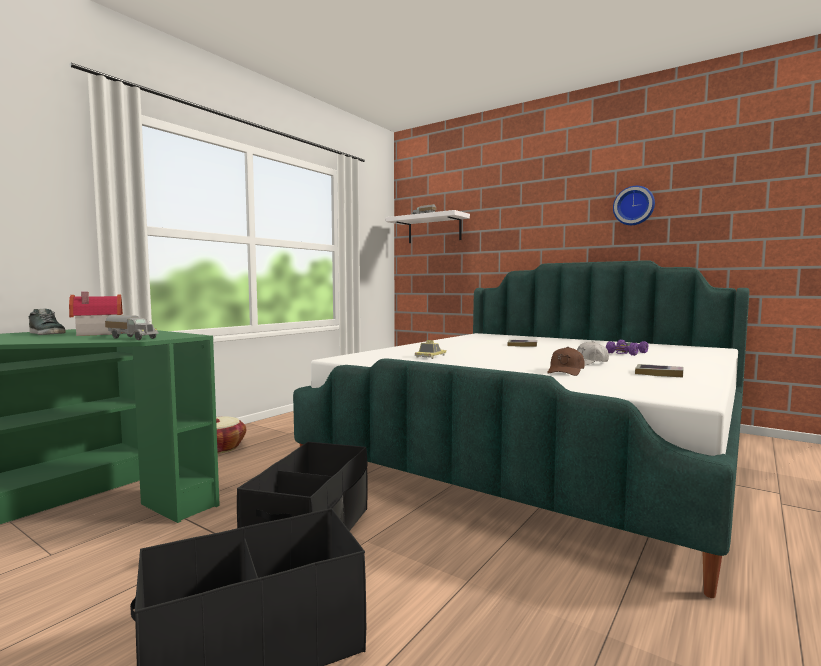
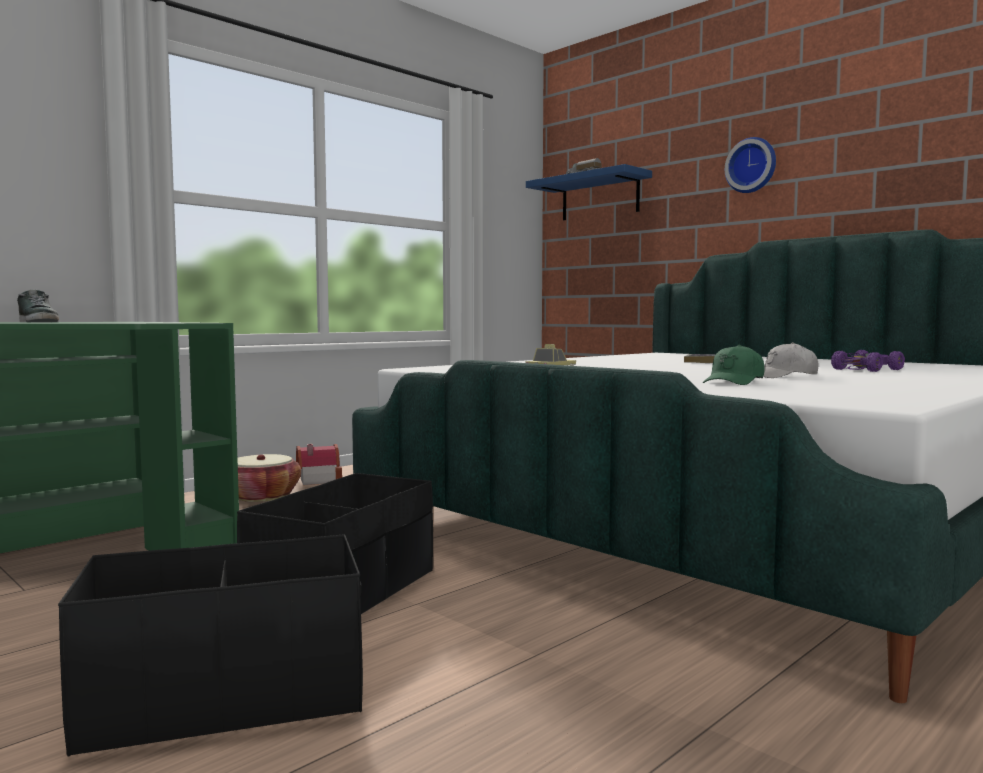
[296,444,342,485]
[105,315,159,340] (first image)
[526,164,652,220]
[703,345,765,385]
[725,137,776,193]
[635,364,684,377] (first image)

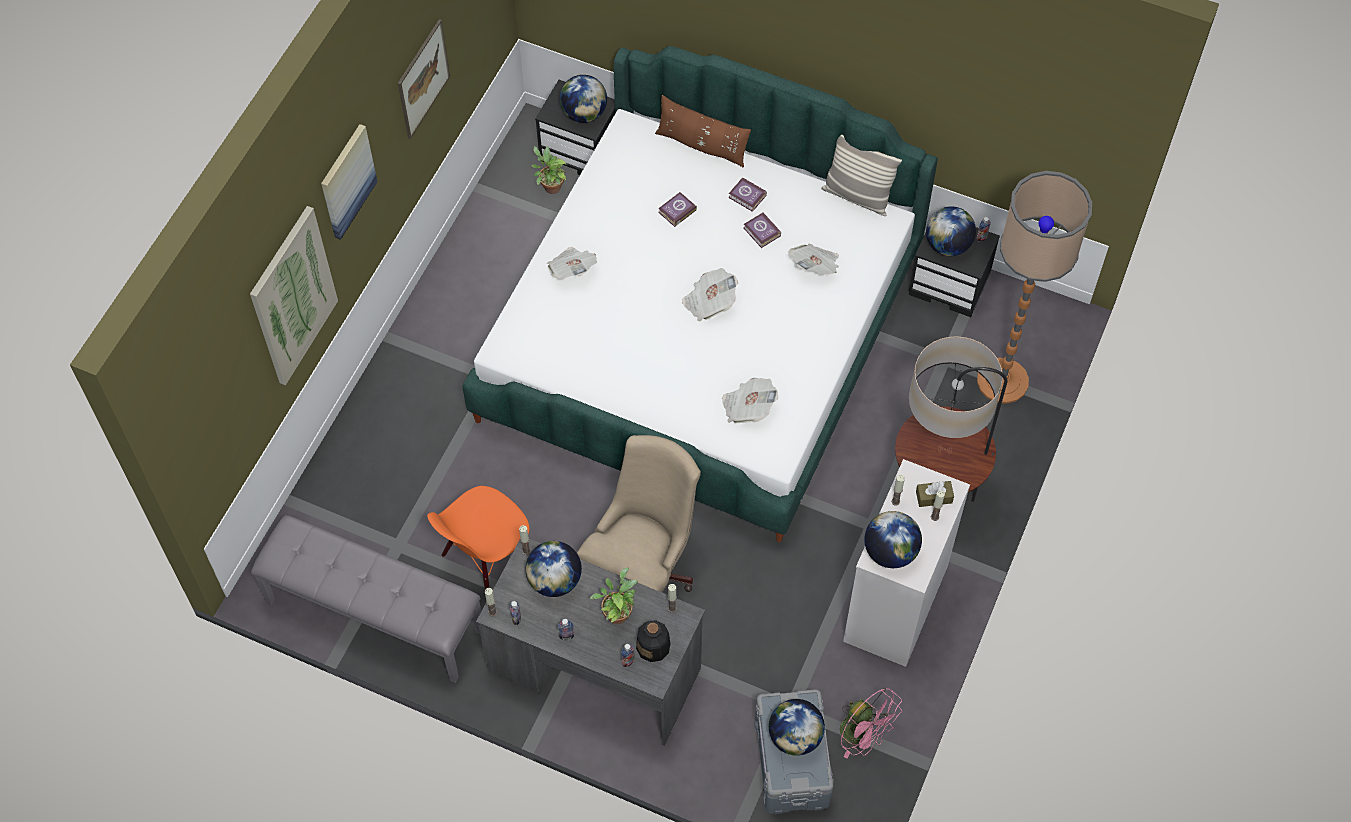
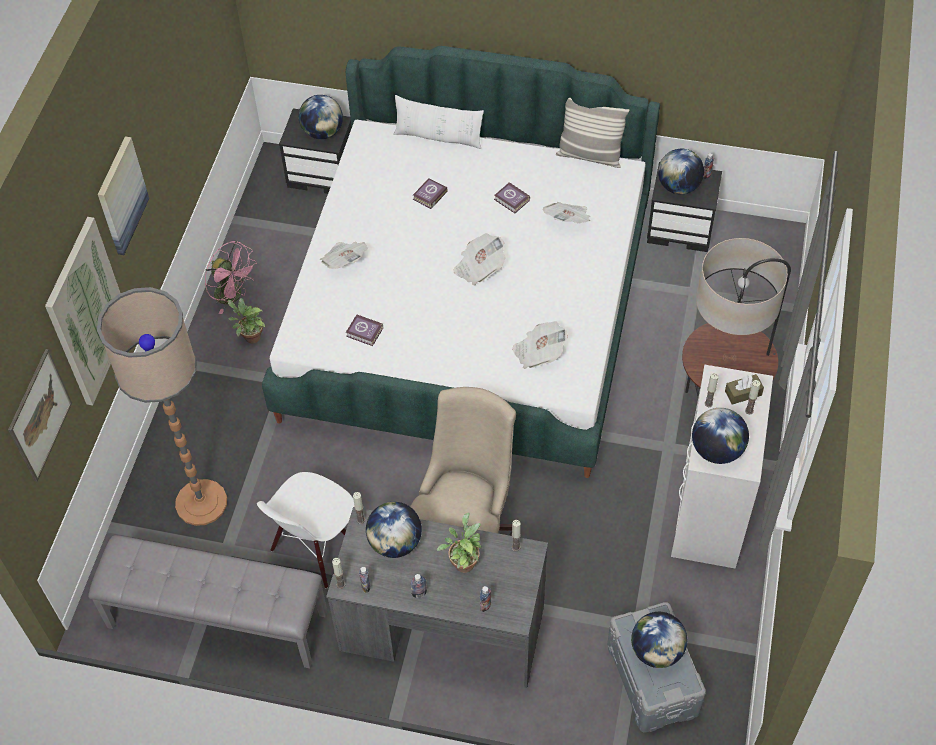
[8,349,72,482]
[257,472,354,589]
[228,298,265,343]
[636,620,670,662] (first image)
[394,95,484,149]
[346,314,383,346]
[205,241,257,314]
[97,287,227,526]

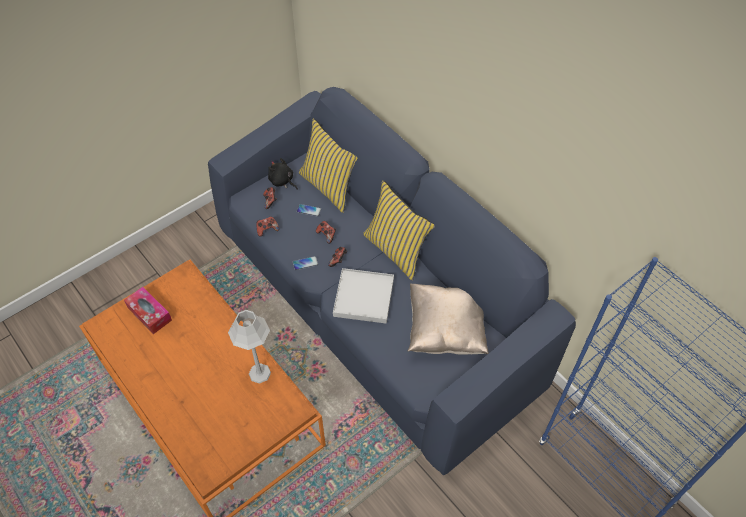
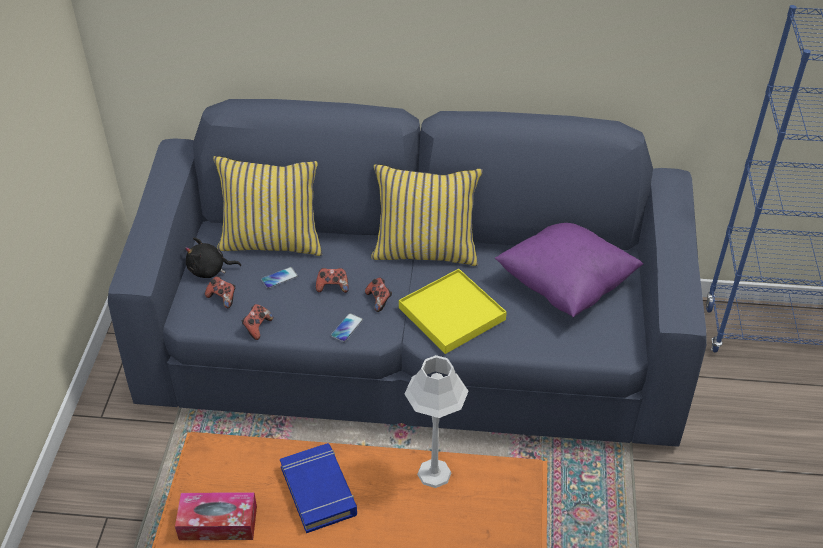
[399,269,507,354]
[495,223,643,317]
[280,443,357,533]

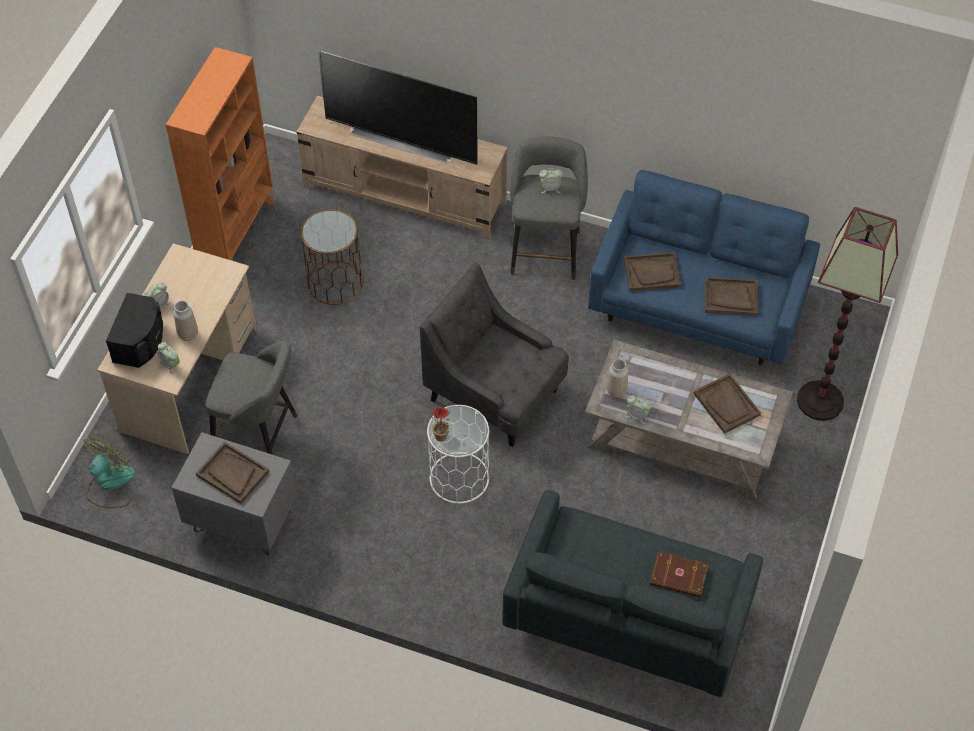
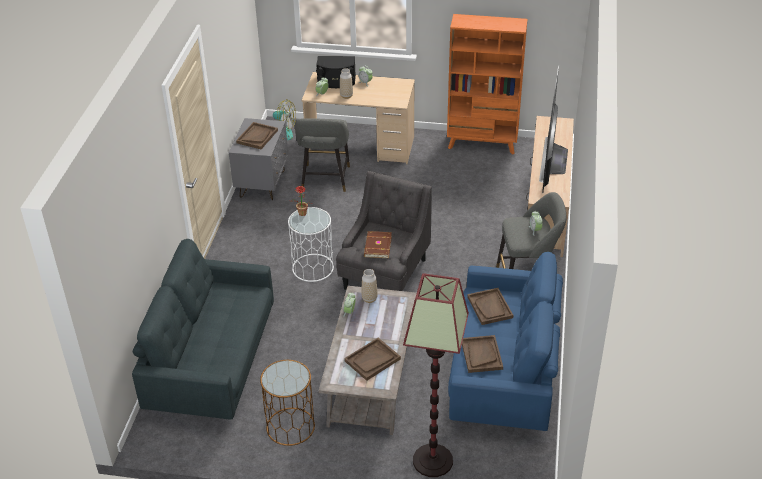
[260,360,315,446]
[364,231,392,258]

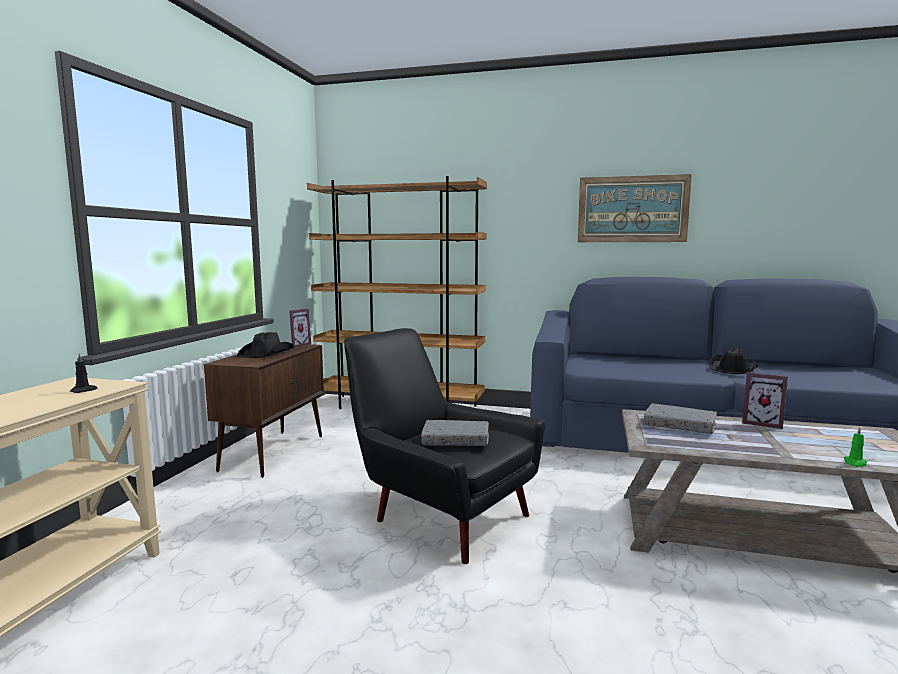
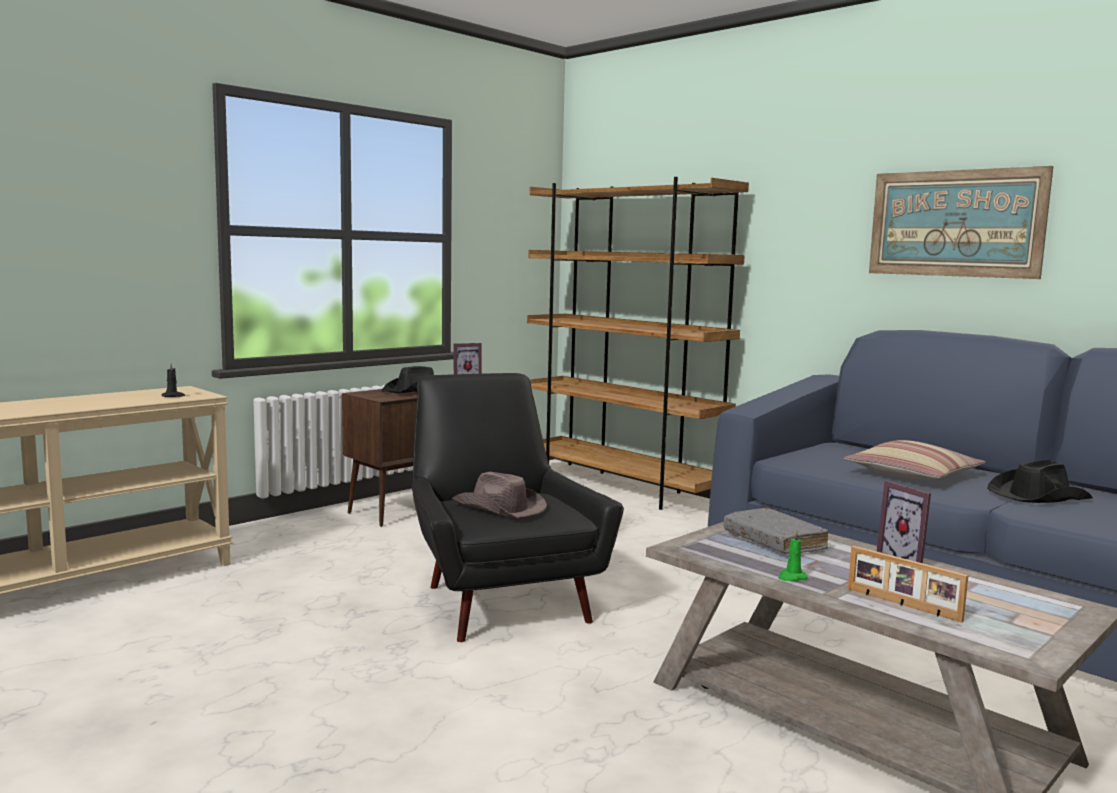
[452,472,547,518]
[779,529,808,581]
[844,440,985,480]
[848,546,968,623]

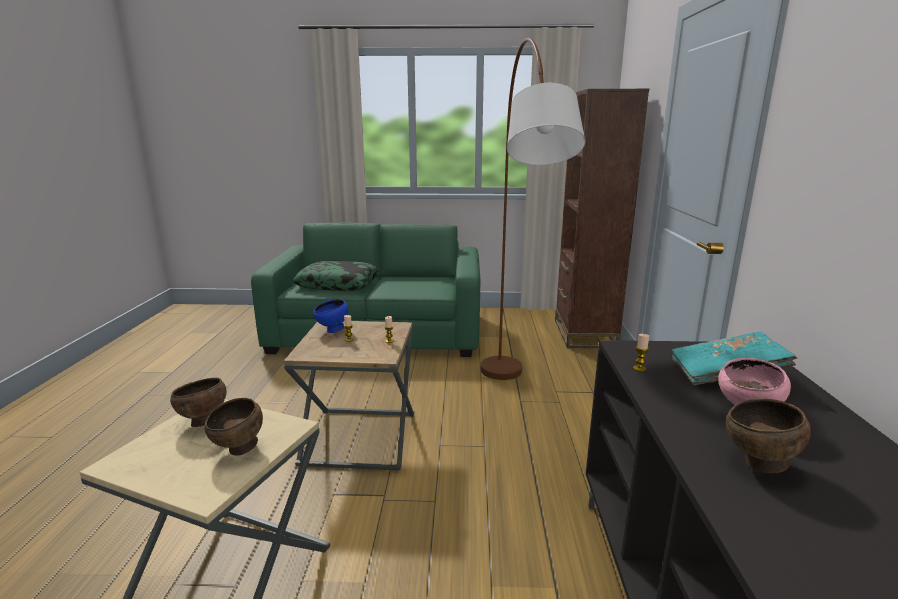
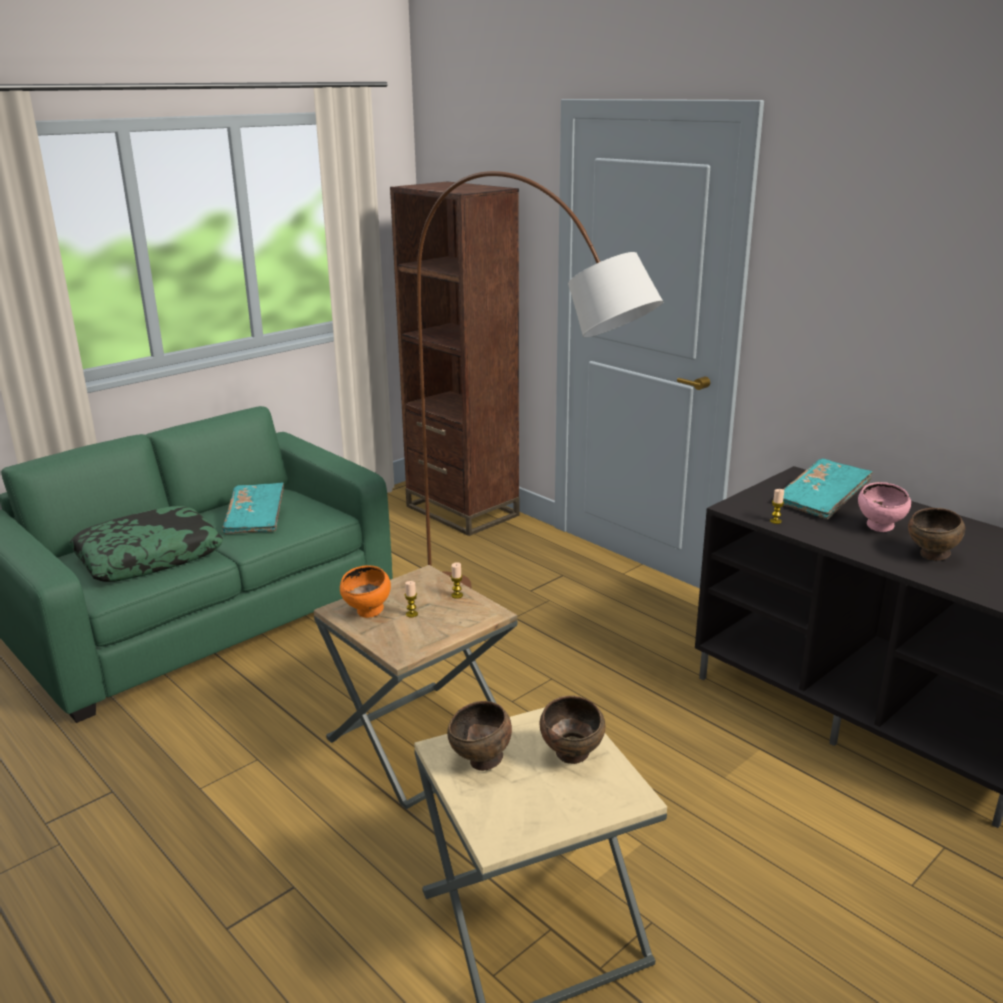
[340,565,391,618]
[222,482,284,534]

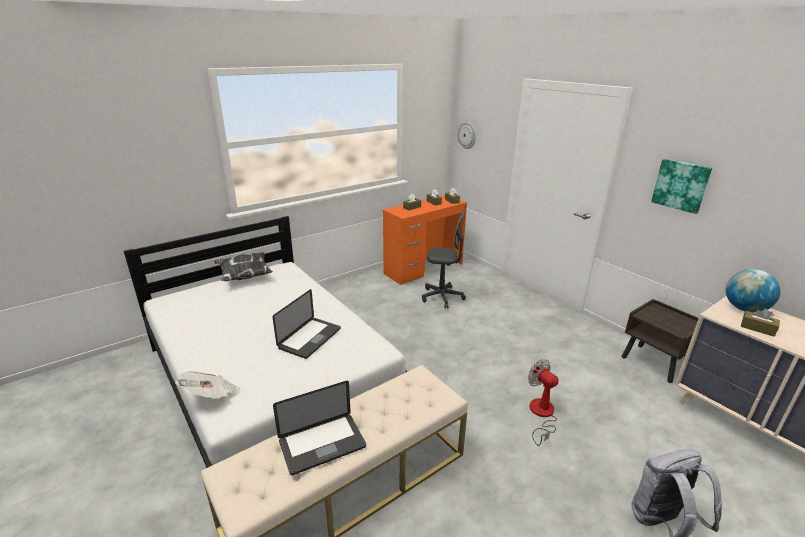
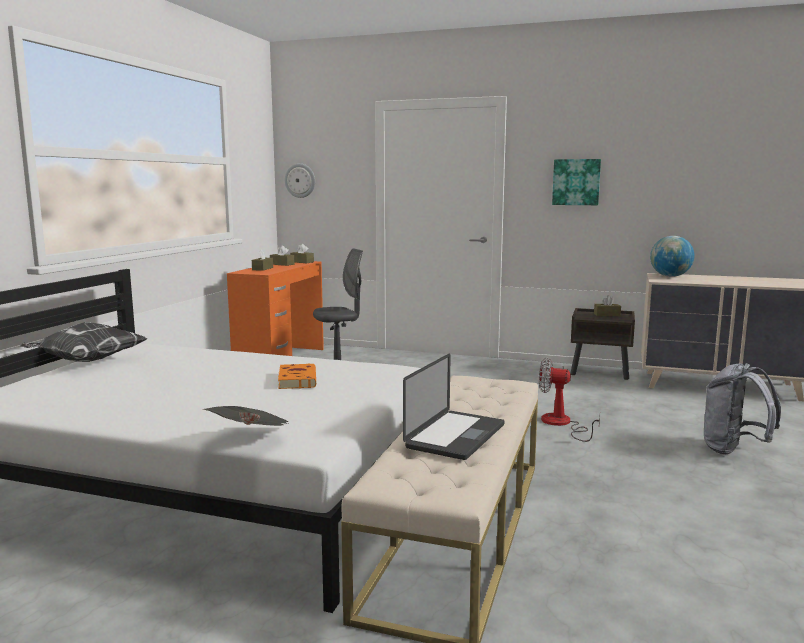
[278,364,316,389]
[594,295,621,316]

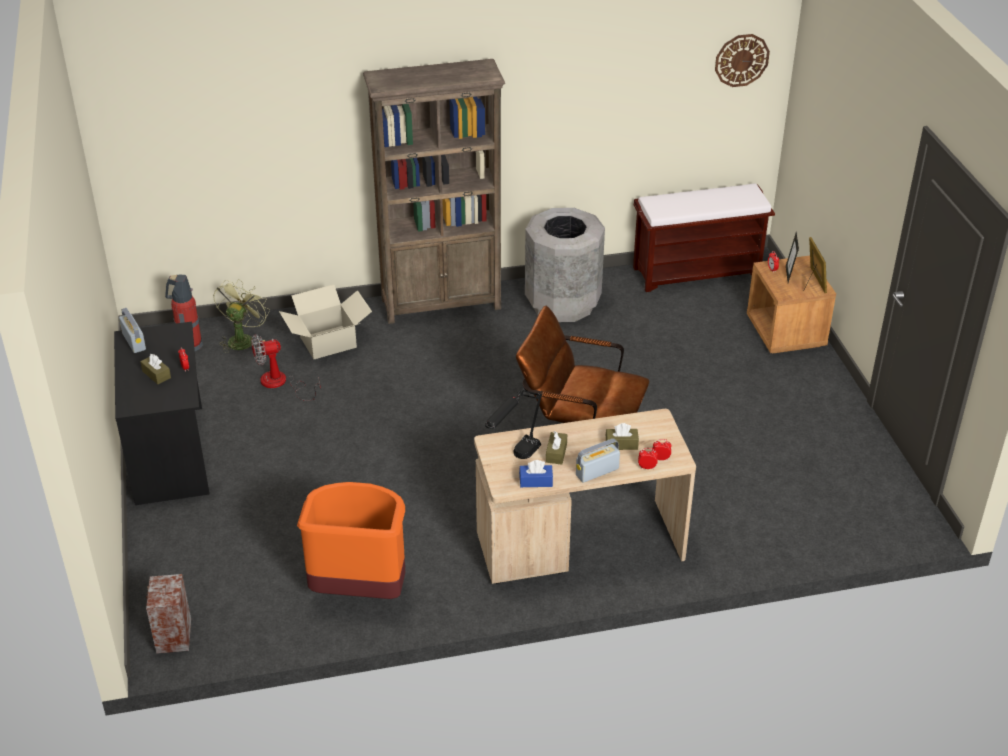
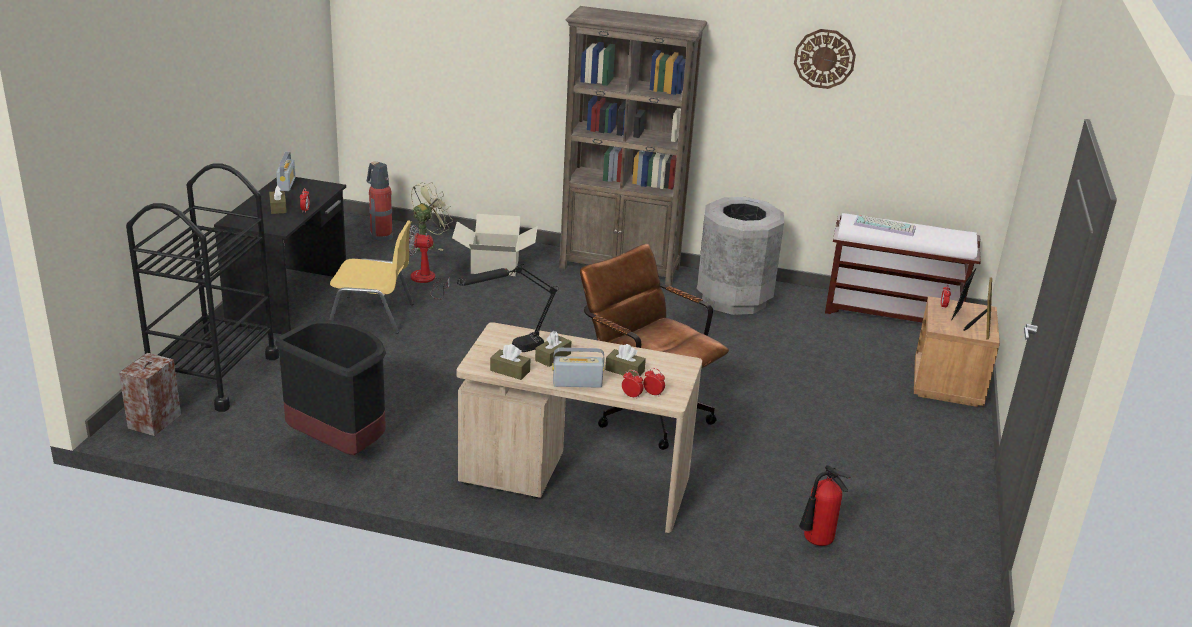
[275,320,386,455]
[490,344,530,380]
[794,29,856,89]
[126,163,279,412]
[329,220,414,334]
[799,465,851,546]
[854,215,916,236]

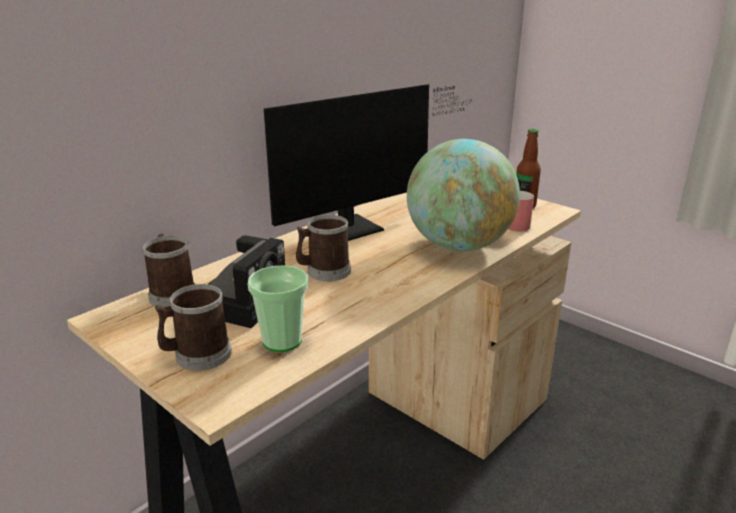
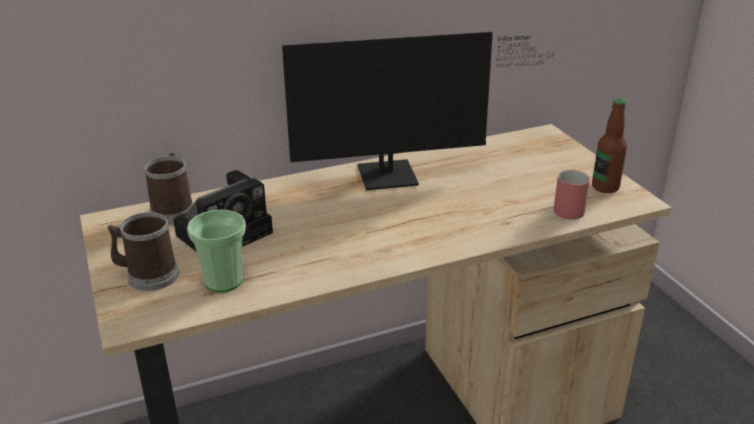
[296,215,351,281] (first image)
[407,139,520,251] (first image)

